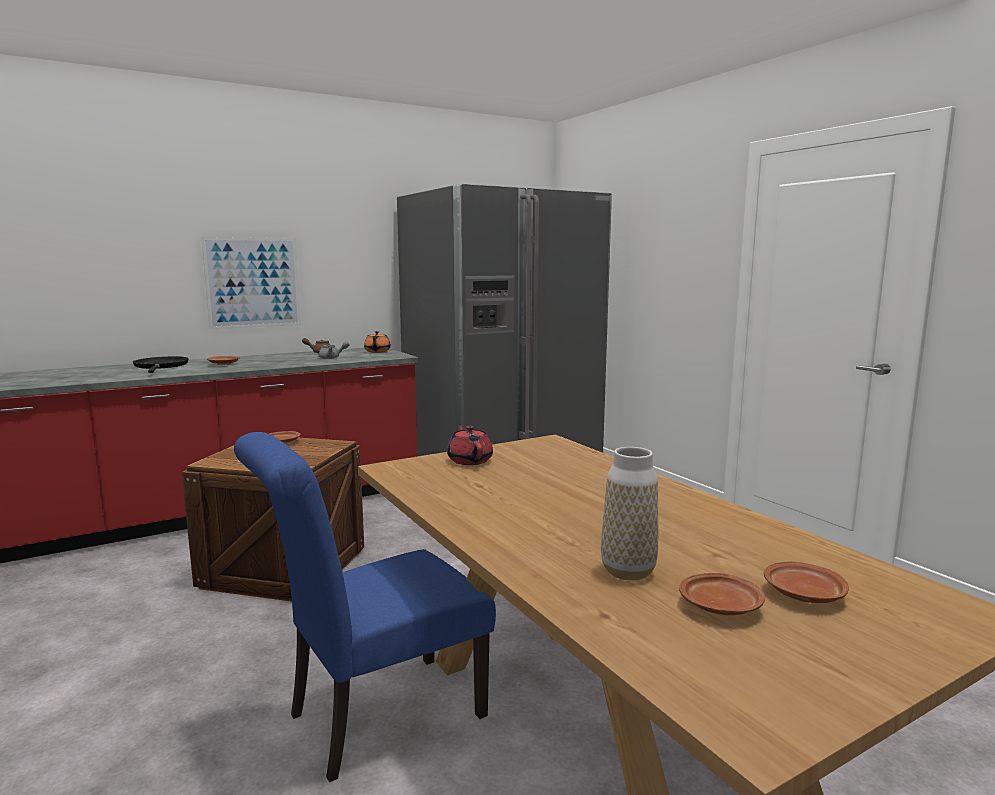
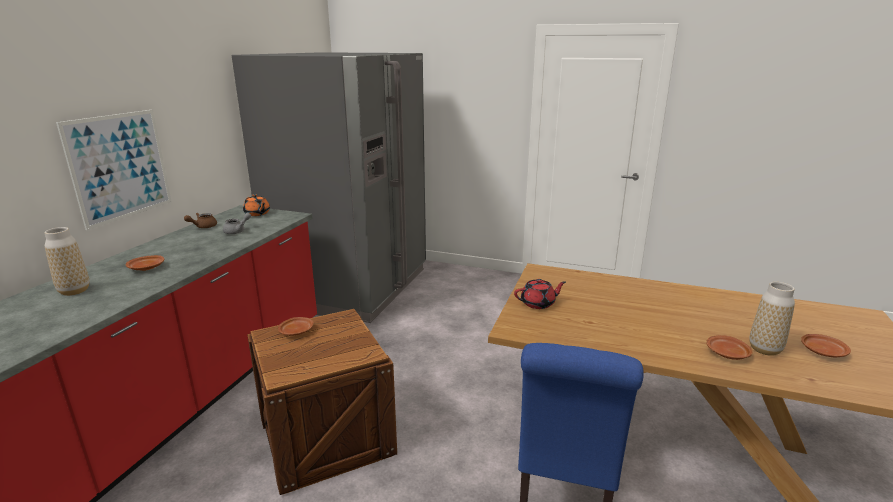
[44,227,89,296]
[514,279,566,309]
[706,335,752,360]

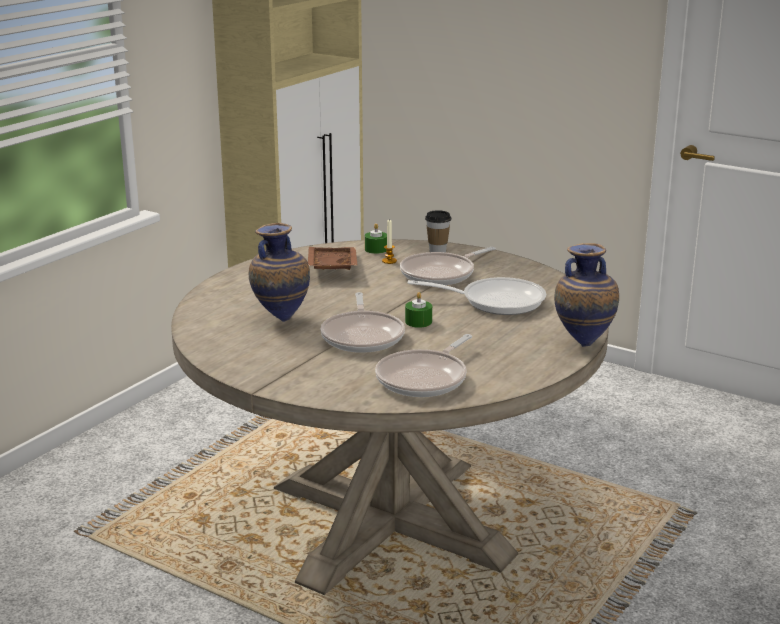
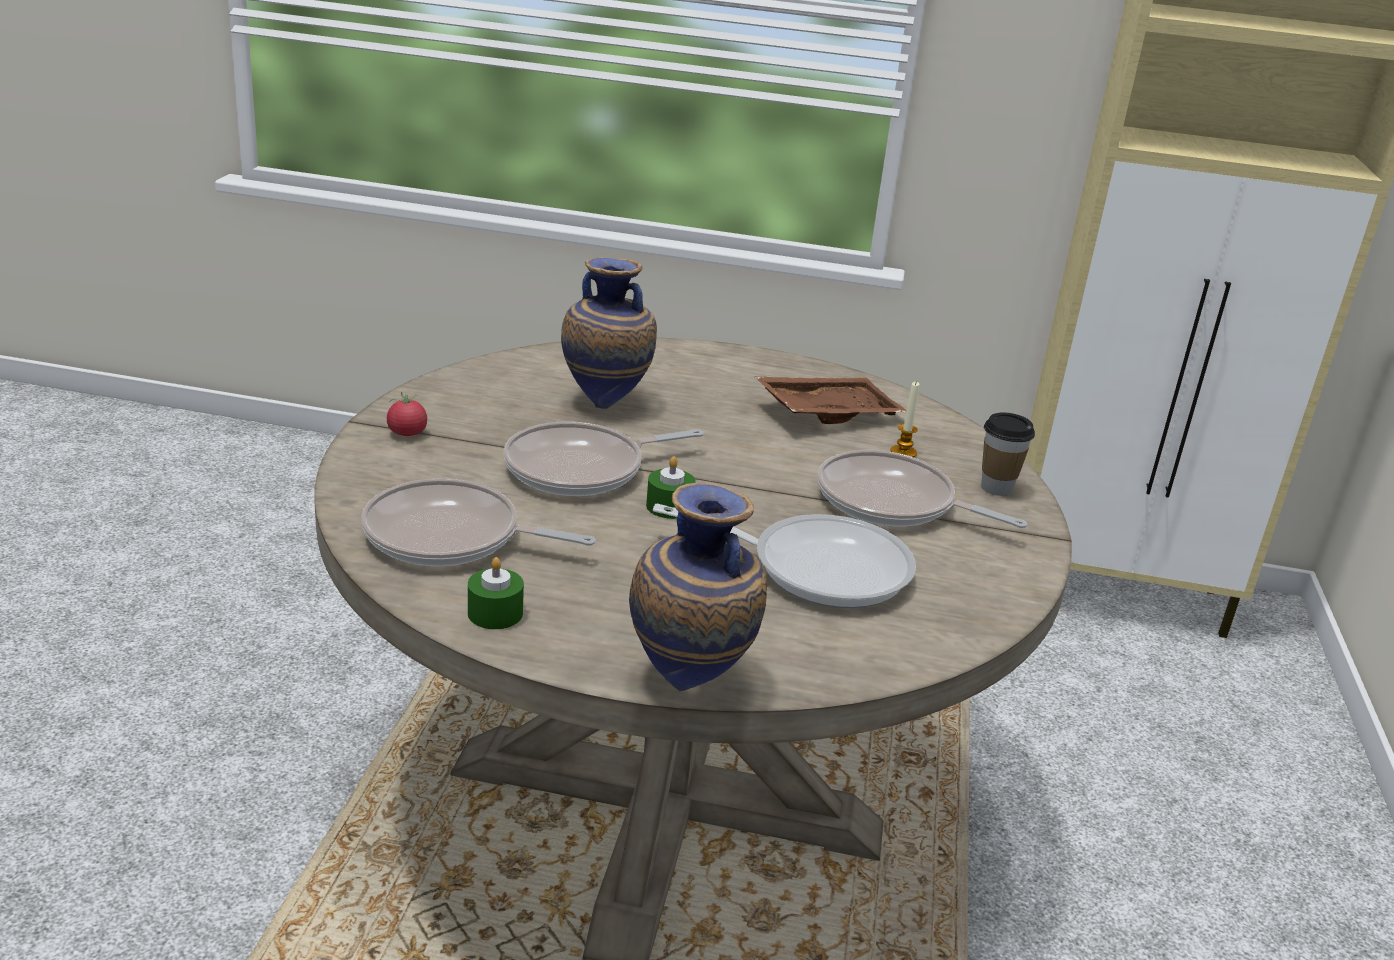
[468,557,524,629]
[653,504,916,608]
[387,392,427,436]

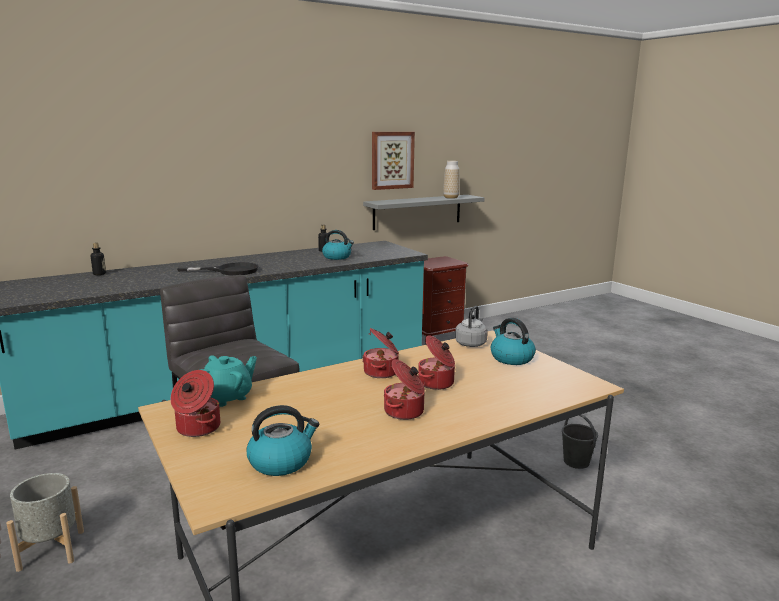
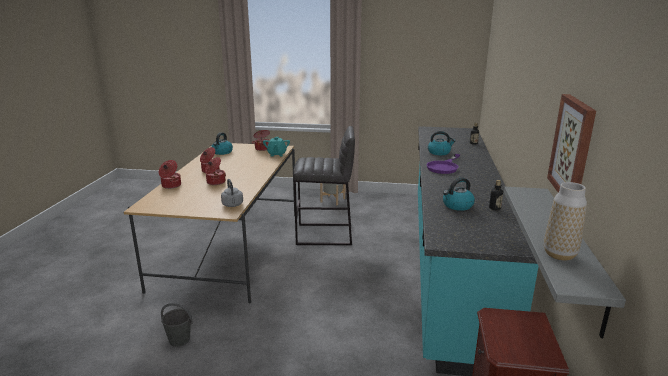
[426,154,460,174]
[159,160,181,189]
[428,131,455,155]

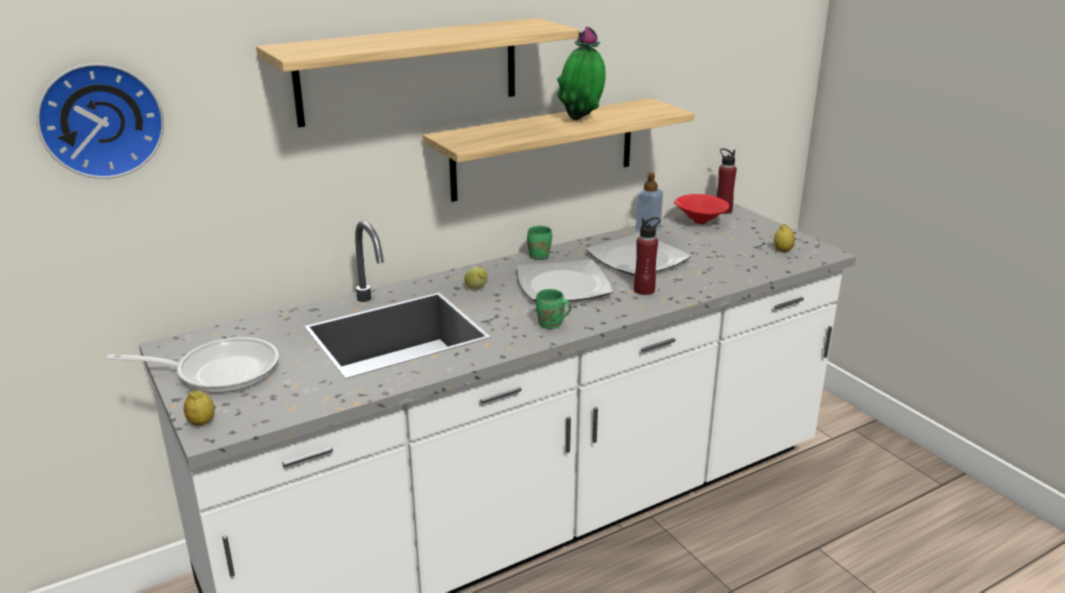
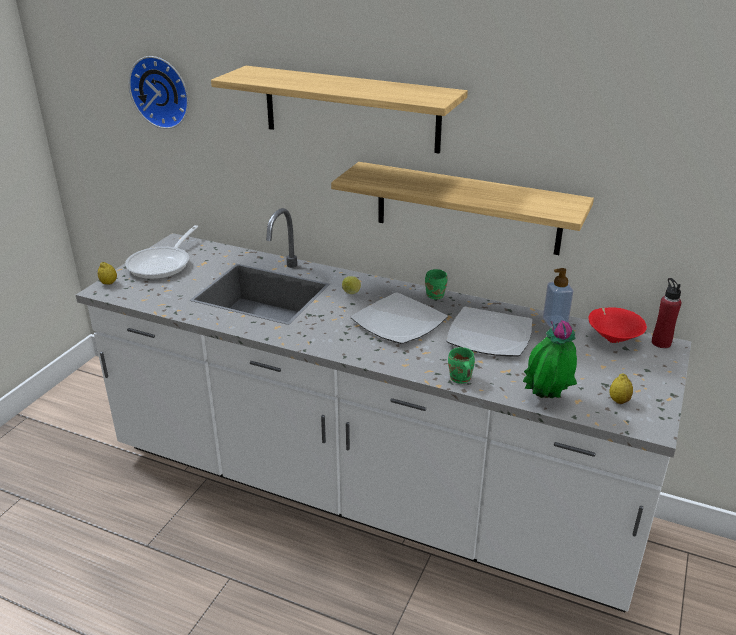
[125,225,199,279]
[448,347,475,384]
[523,320,577,398]
[634,217,660,295] (first image)

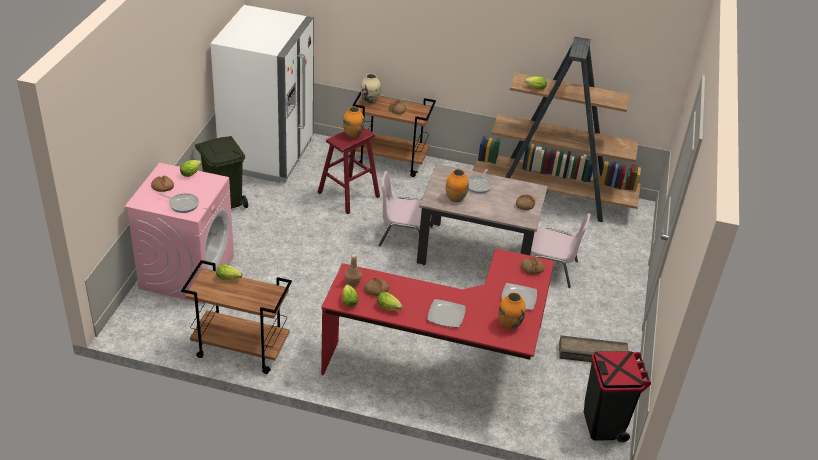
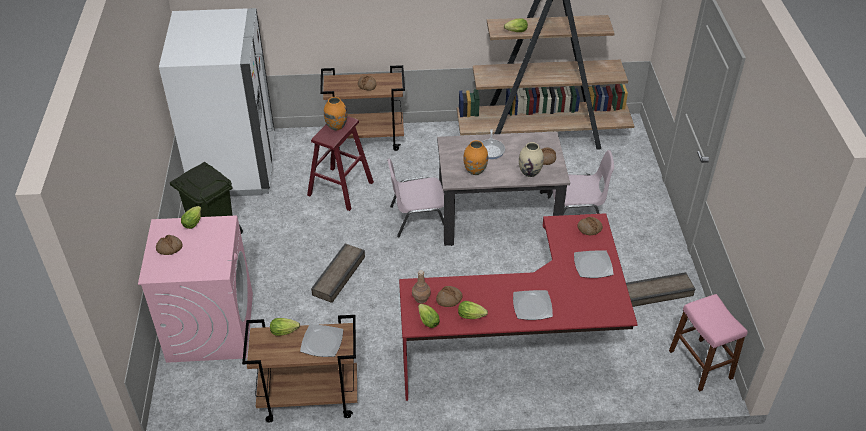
[158,193,199,213] (first image)
[519,142,544,177]
[498,292,526,330] (first image)
[669,294,748,392]
[300,324,343,357]
[311,243,365,303]

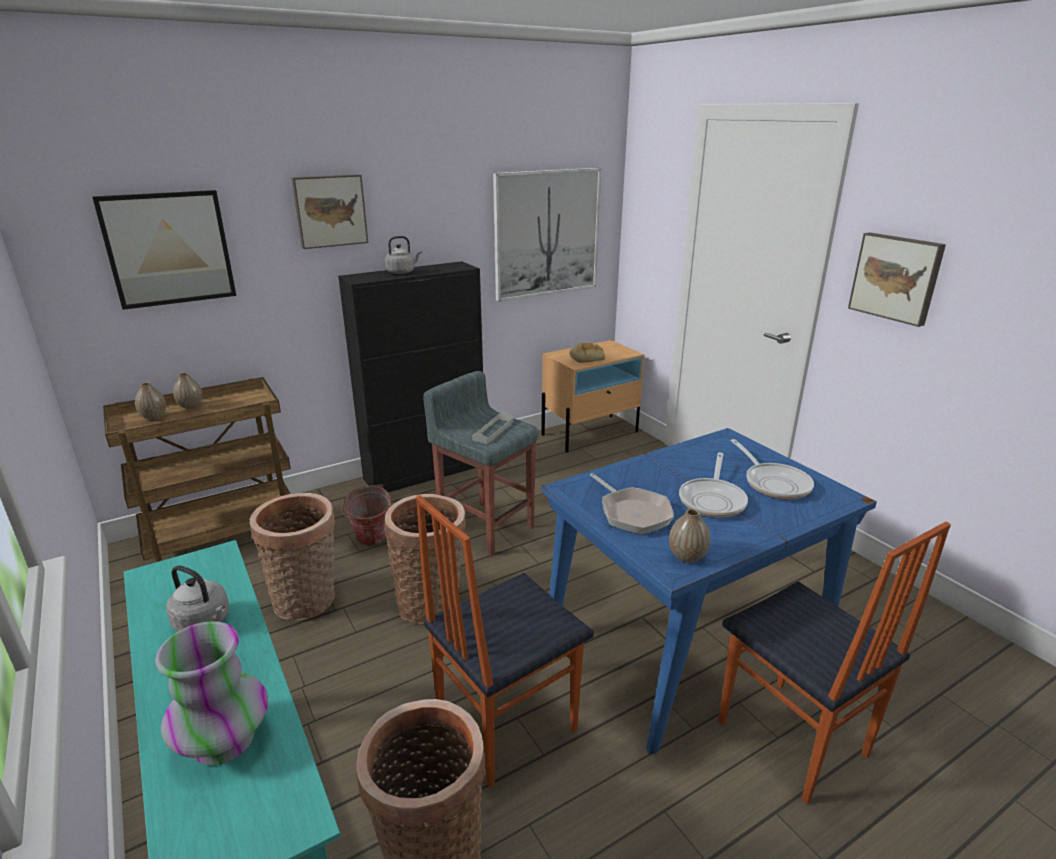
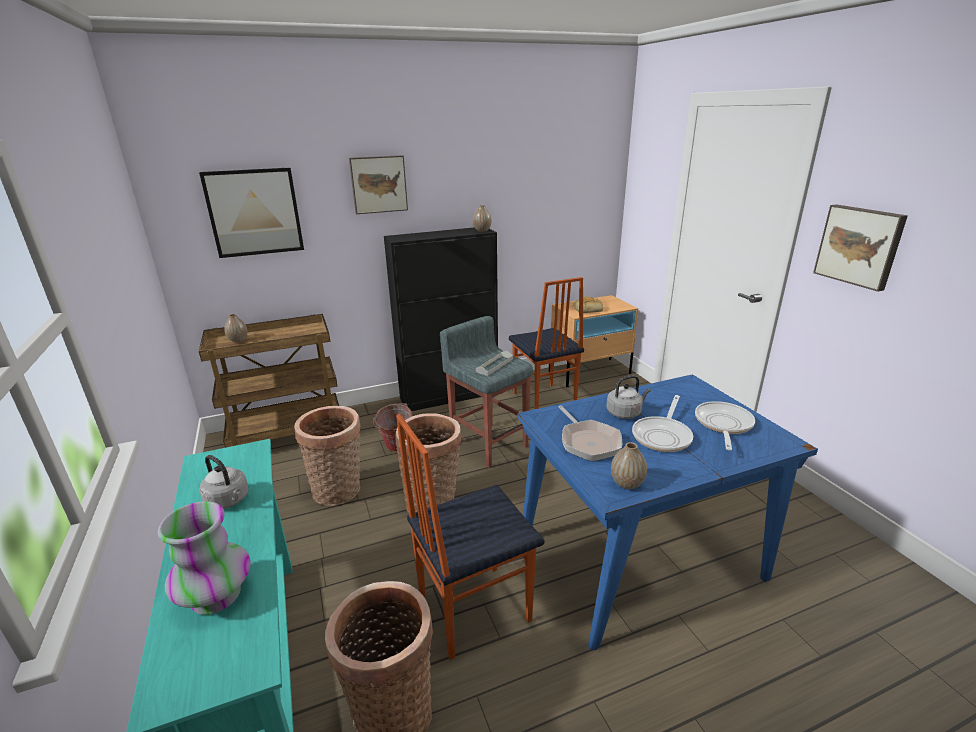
[473,205,491,232]
[606,375,651,419]
[493,168,601,302] (first image)
[509,277,584,409]
[695,401,755,450]

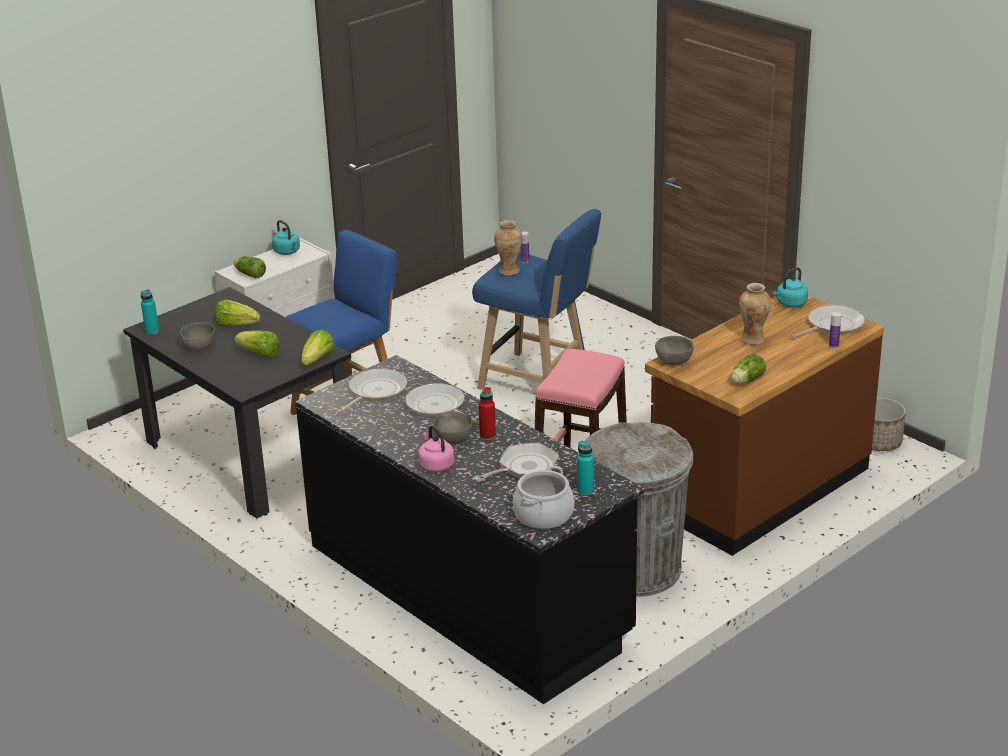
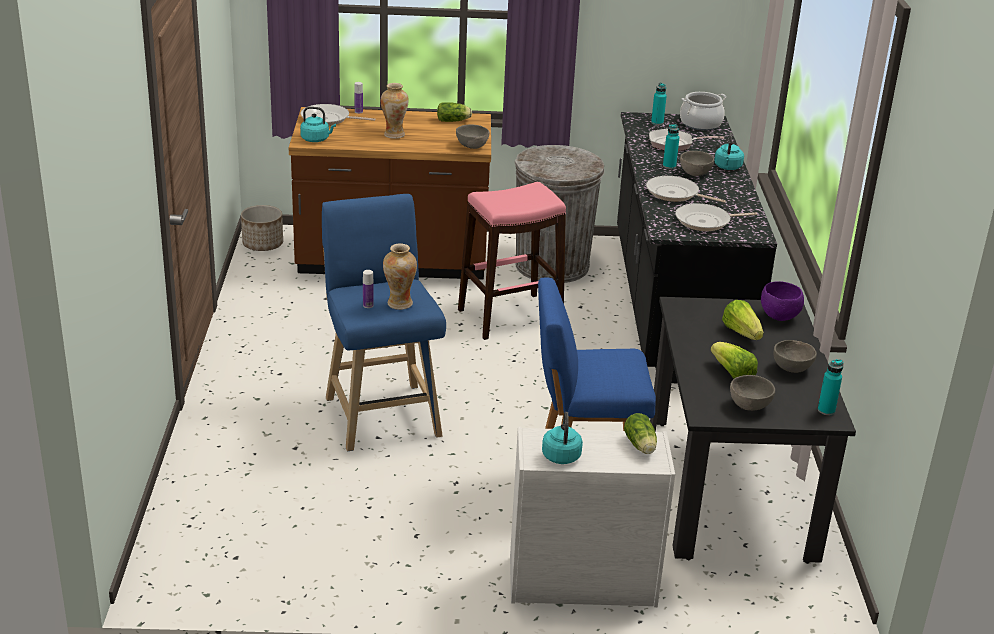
[301,329,335,365] (first image)
[646,176,726,203]
[714,132,744,170]
[663,124,679,169]
[730,375,775,411]
[761,281,804,321]

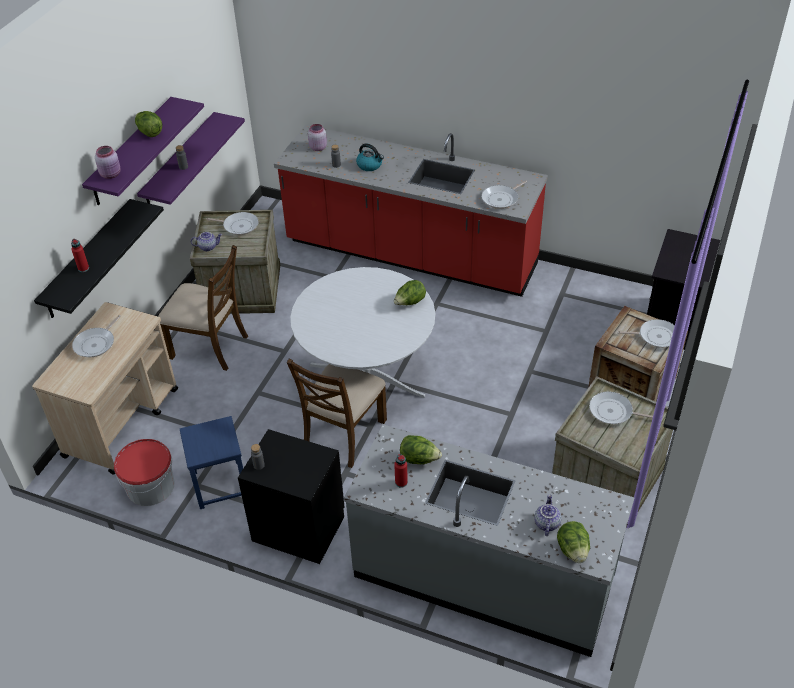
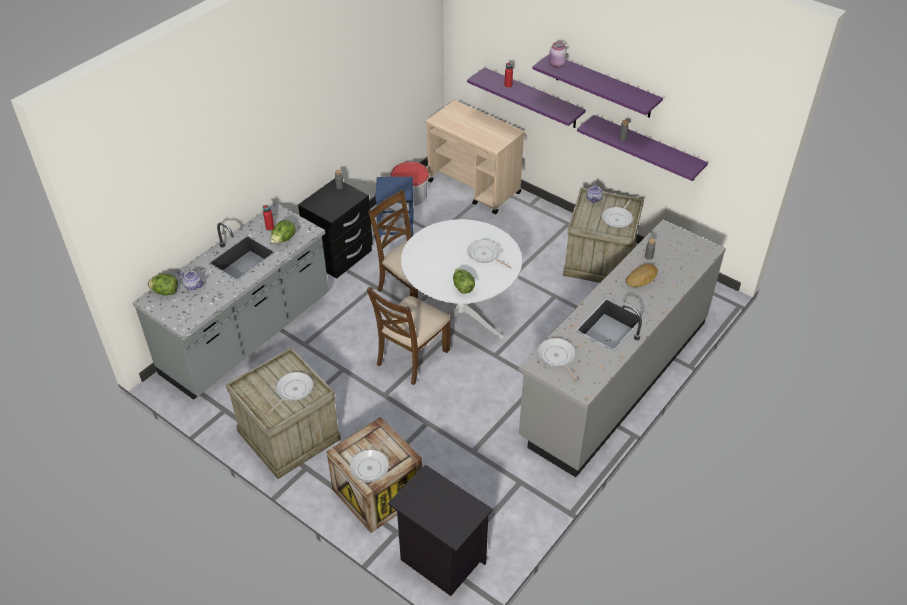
[467,67,586,128]
[467,240,511,268]
[135,111,162,137] (first image)
[367,287,451,385]
[519,219,726,477]
[308,124,327,151] (first image)
[625,264,658,287]

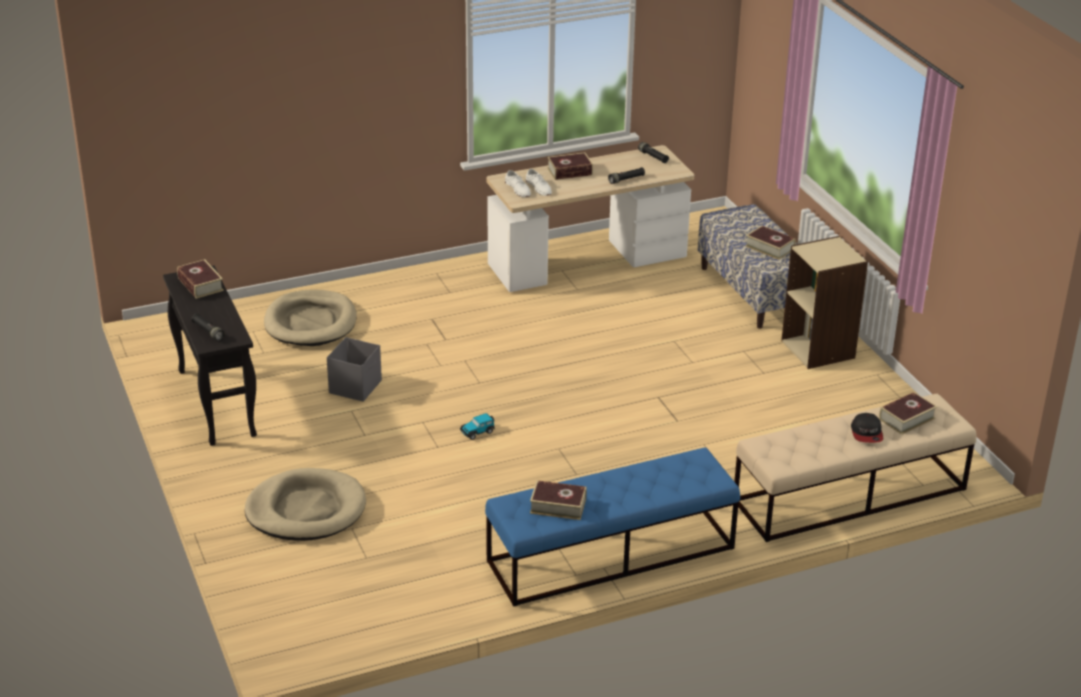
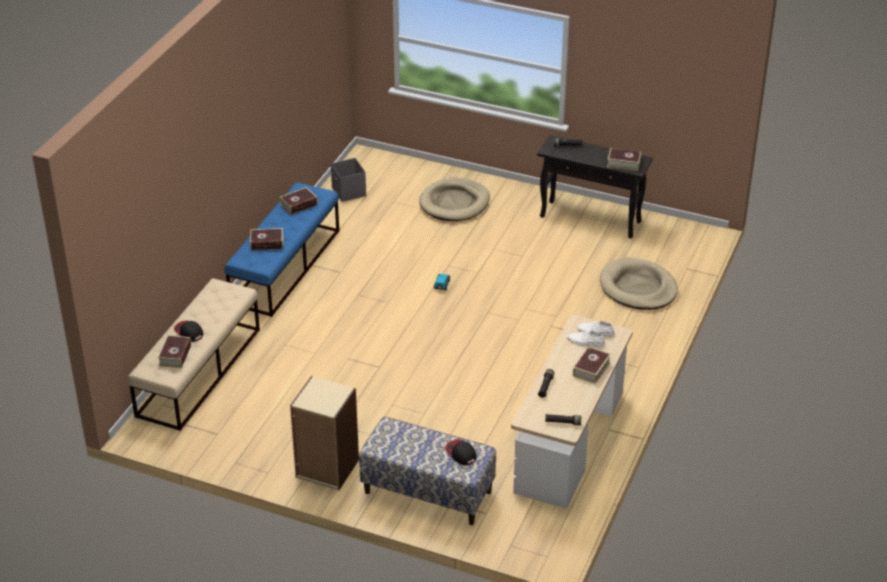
[331,158,366,202]
[250,228,283,250]
[446,439,477,465]

